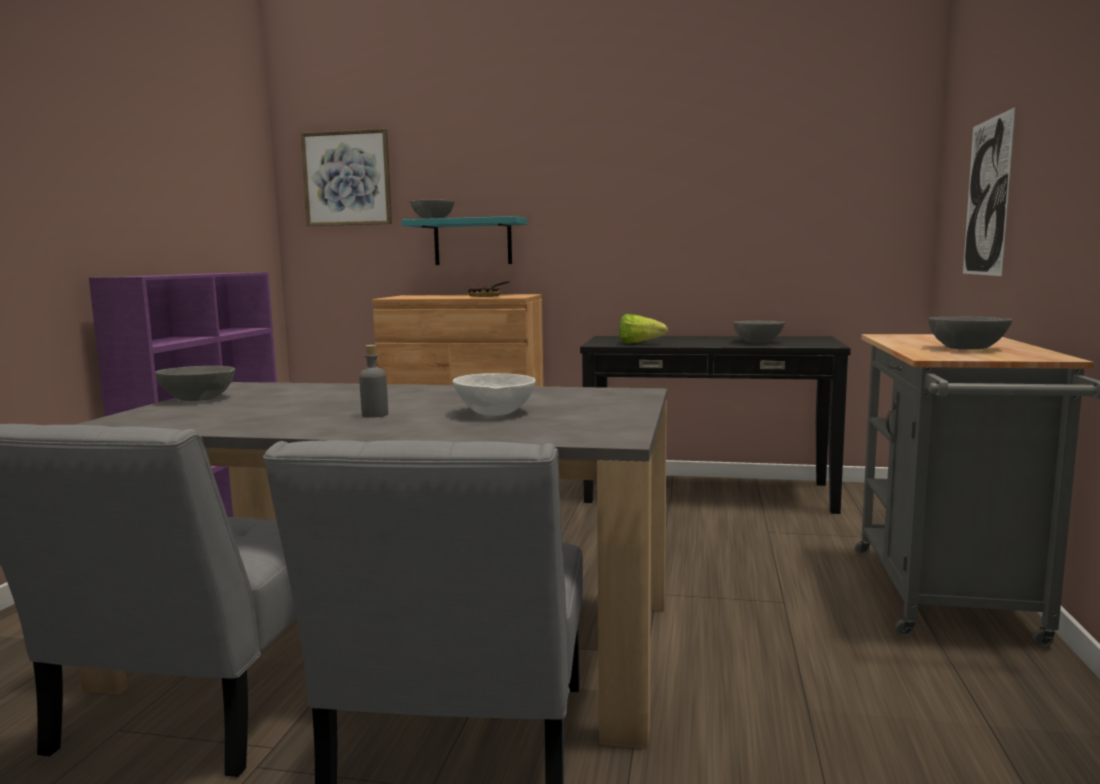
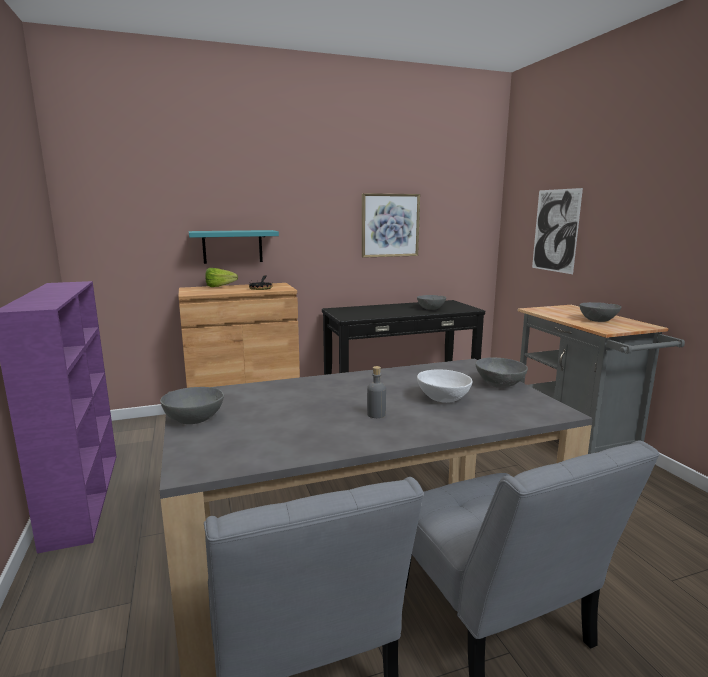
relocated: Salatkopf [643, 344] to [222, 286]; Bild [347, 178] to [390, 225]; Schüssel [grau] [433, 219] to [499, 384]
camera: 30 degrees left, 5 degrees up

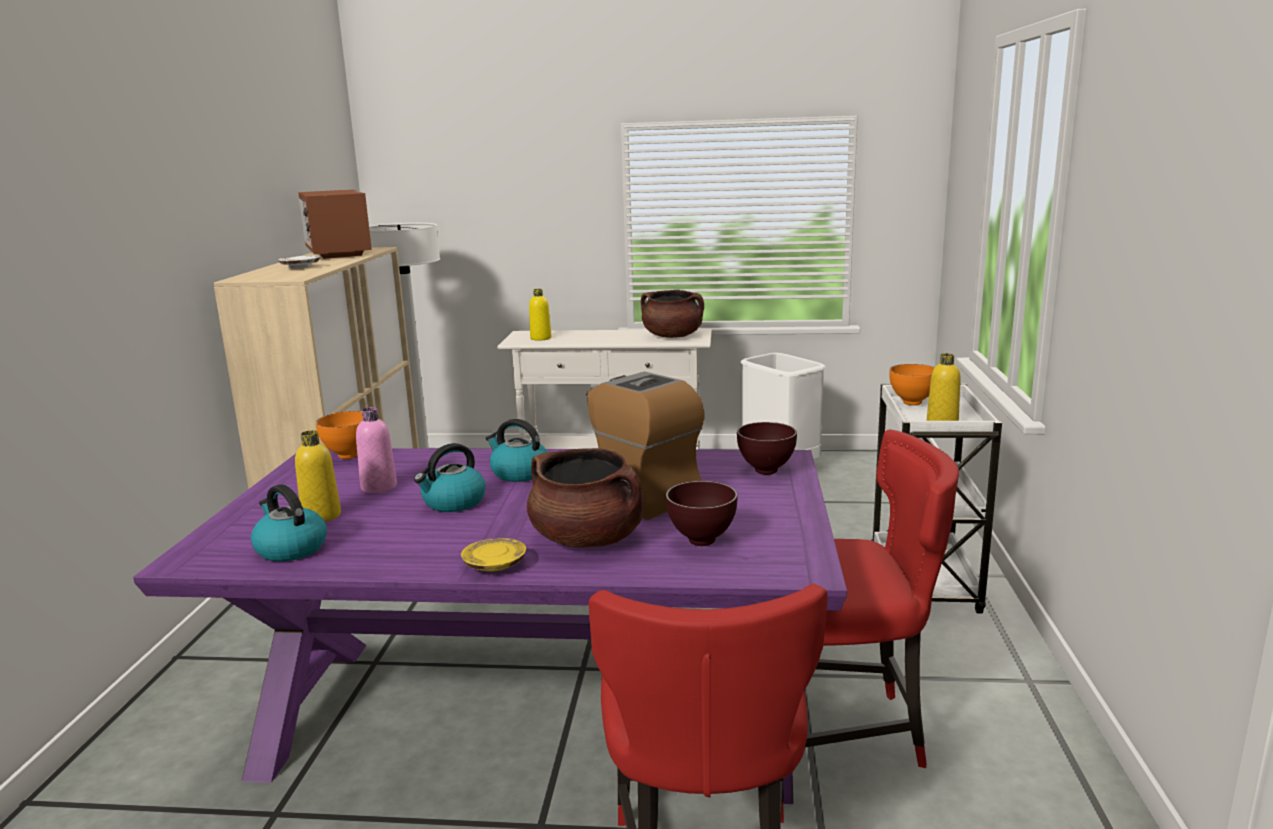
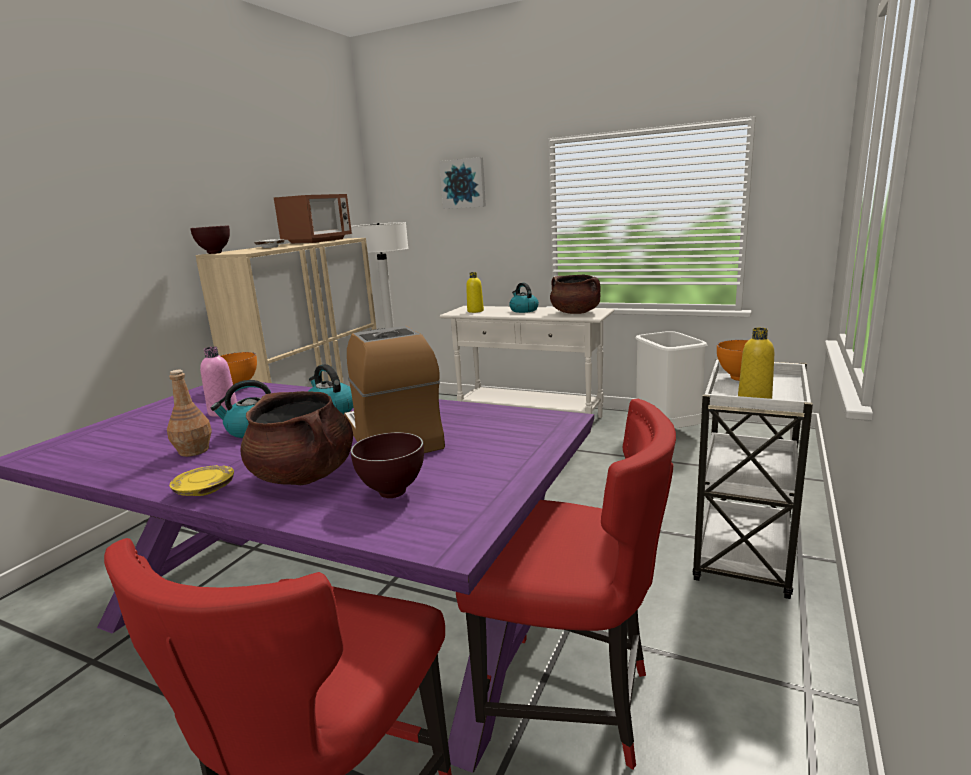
missing: Flasche [gelb] [321, 516]
appeared: Flasche [braun] [194, 451]; Bild [463, 183]
relocated: Schüssel [braun] [767, 472] to [215, 253]; Wasserkessel [290, 548] to [523, 310]
spun: Mikrowelle [337, 253] = [318, 241] 150 degrees counterclockwise
camera: 20 degrees right, 0 degrees up

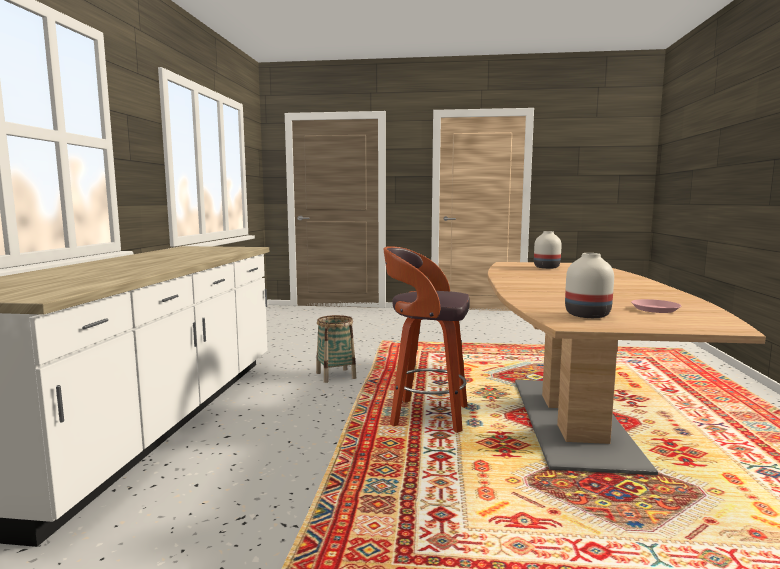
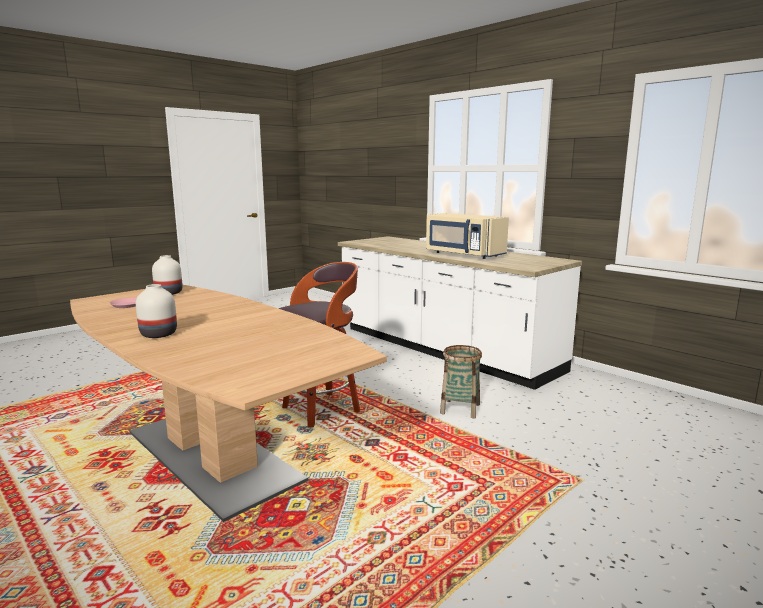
appeared: Mikrowelle [beige] [463, 254]
relocated: Vase [weiß] [546, 267] to [159, 334]
camera: 130 degrees right, 5 degrees up

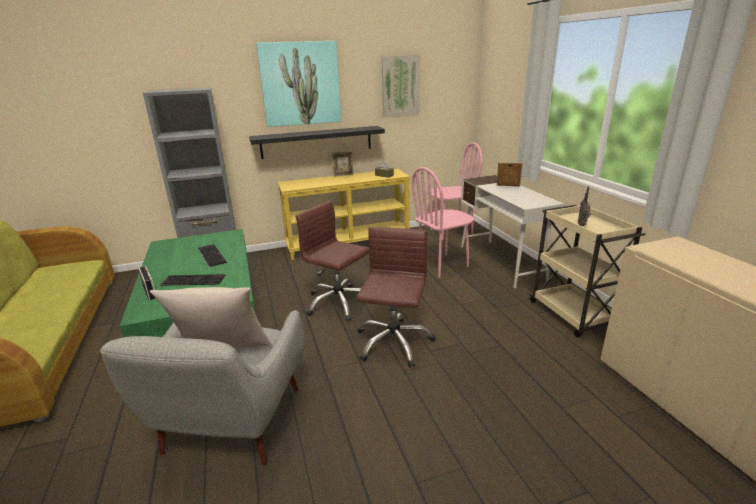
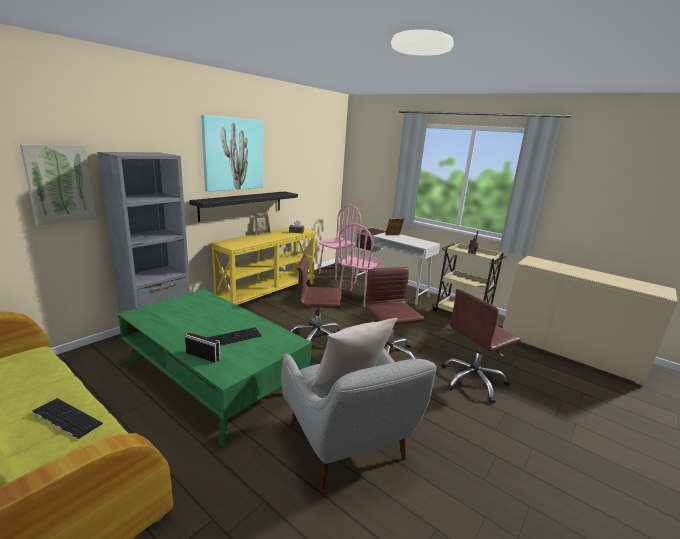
appeared: Bürostuhl [braun] [473, 381]
relocated: Bild [400, 86] to [60, 184]; Tastatur [211, 255] to [65, 418]
camera: 35 degrees left, 5 degrees down

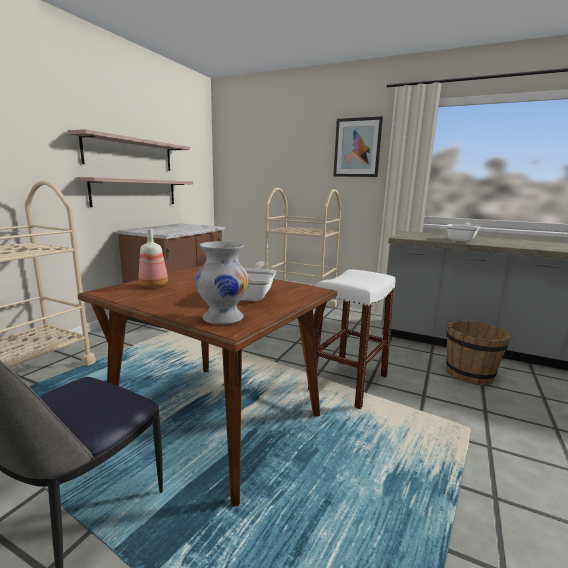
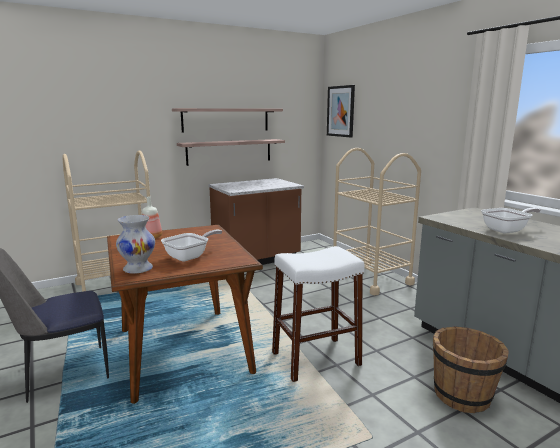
relocated: Bild [357, 148] to [340, 111]
camera: 35 degrees right, 0 degrees up

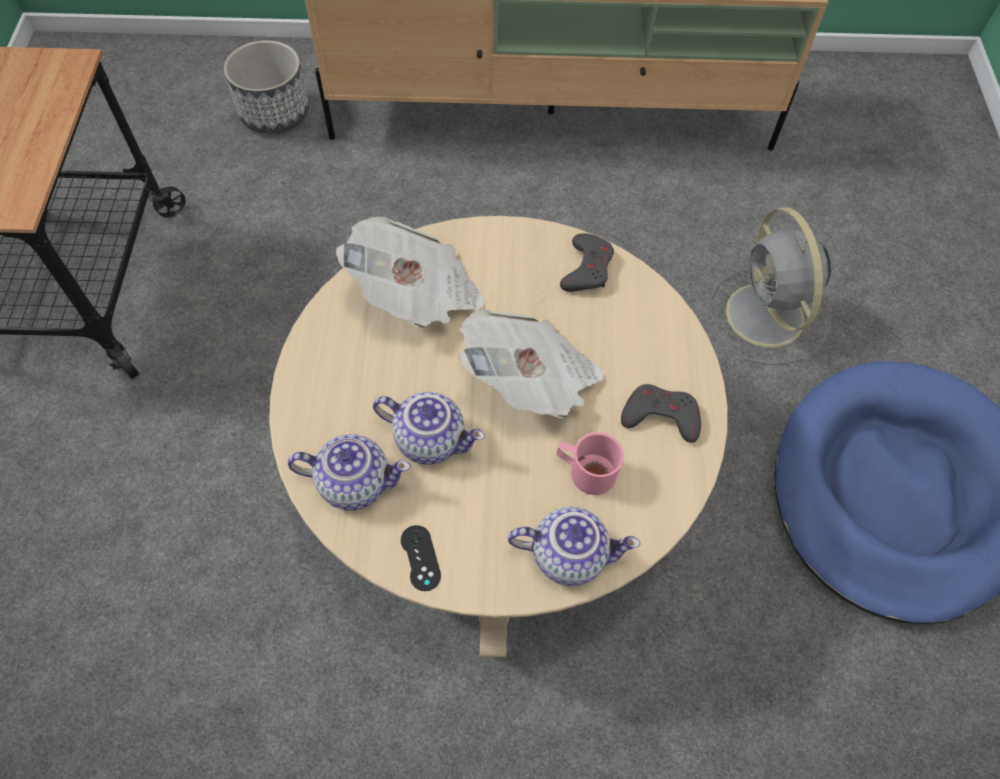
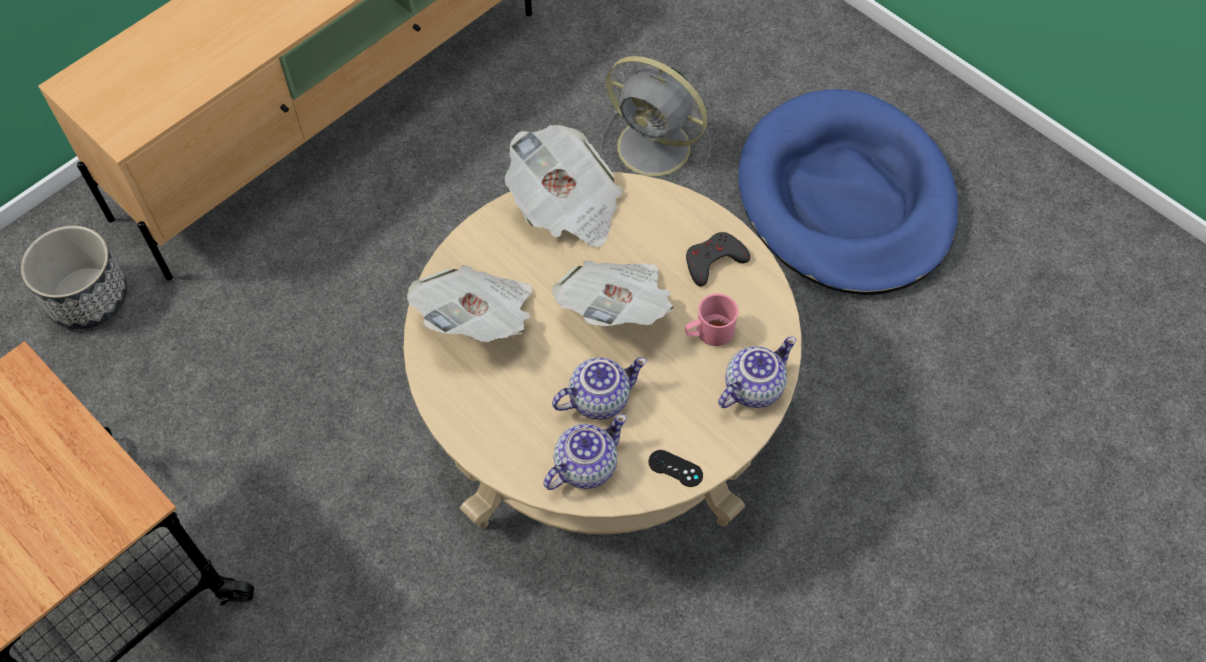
exchanged: Gamepad [grau] [587, 268] to Zeitung [566, 206]
camera: 45 degrees left, 0 degrees up

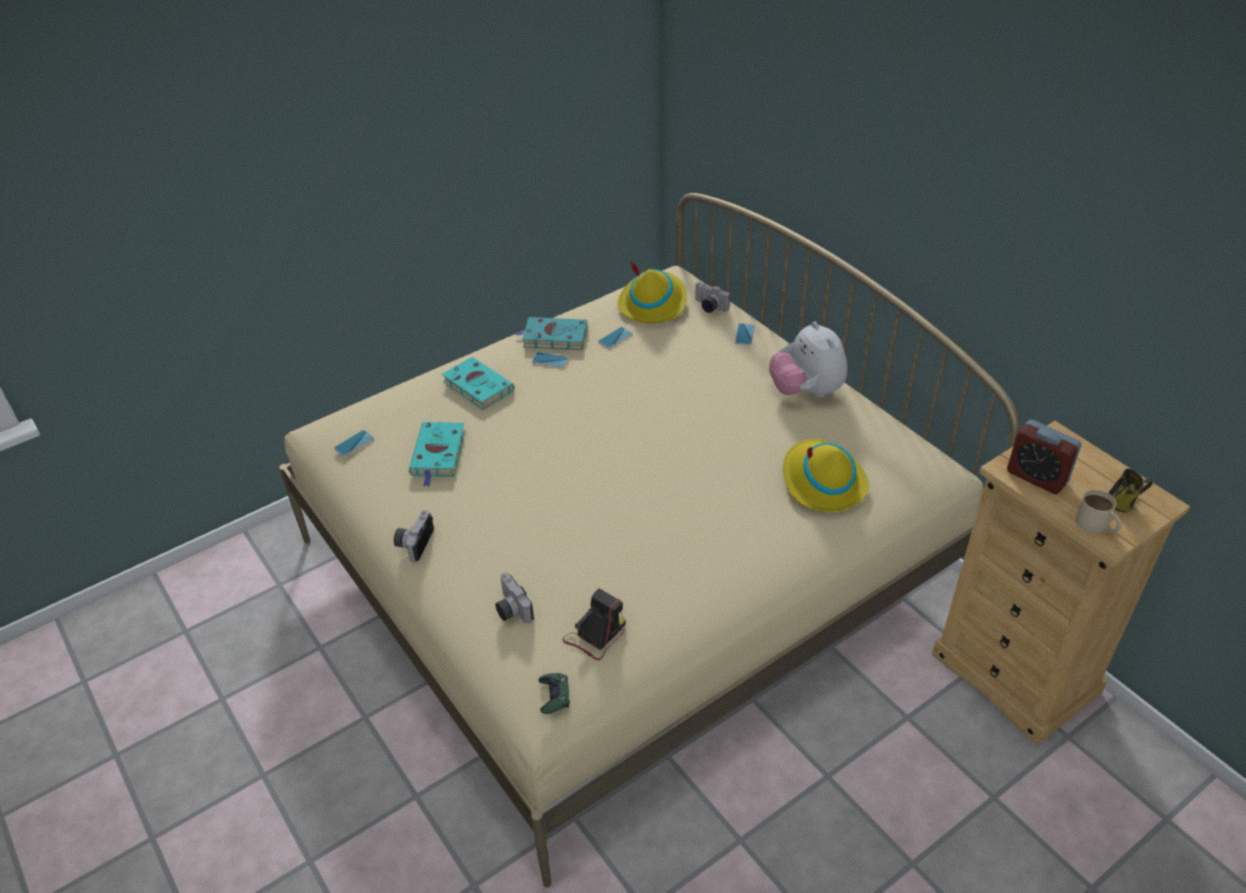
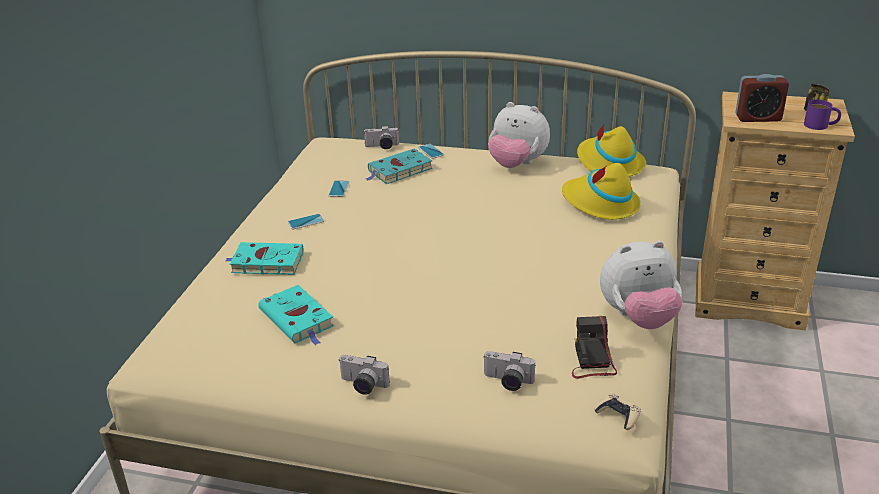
missing: Handy [354, 443]
appeared: Plüschtier [638, 317]
relocated: Buch [türkis] [553, 337] to [399, 170]; Hut [gelb] [653, 303] to [609, 163]
colour: Gamepad [grün] [554, 696] to Gamepad [beige] [618, 415]; Henkelbecher [beige] [1096, 525] to Henkelbecher [lila] [821, 125]
spun: Kamera [414, 542] = [362, 385] 45 degrees counterclockwise
camera: 40 degrees left, 10 degrees down

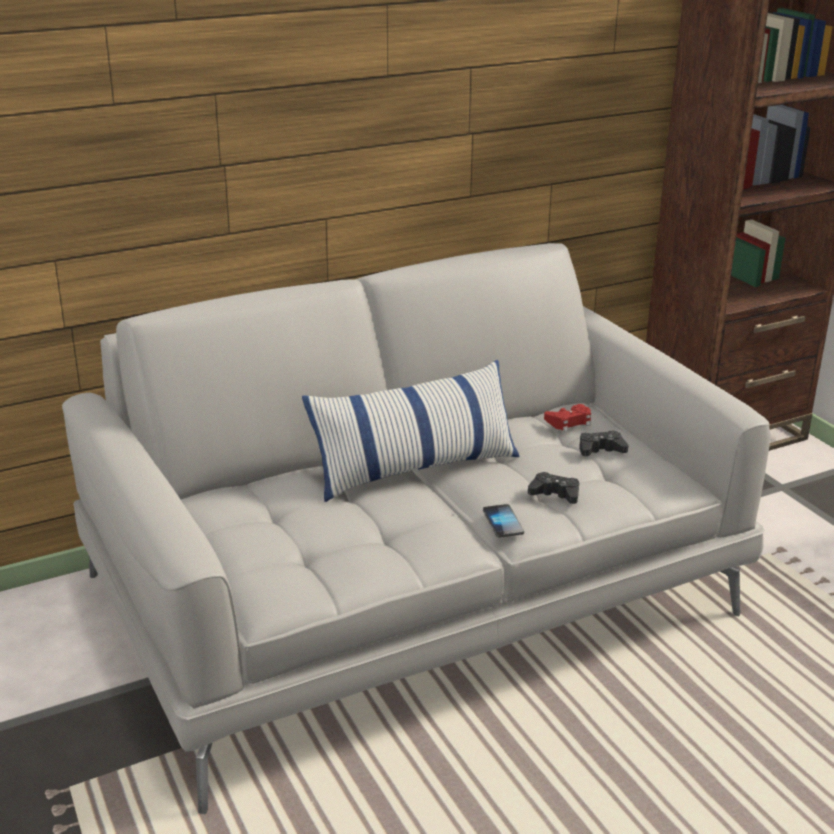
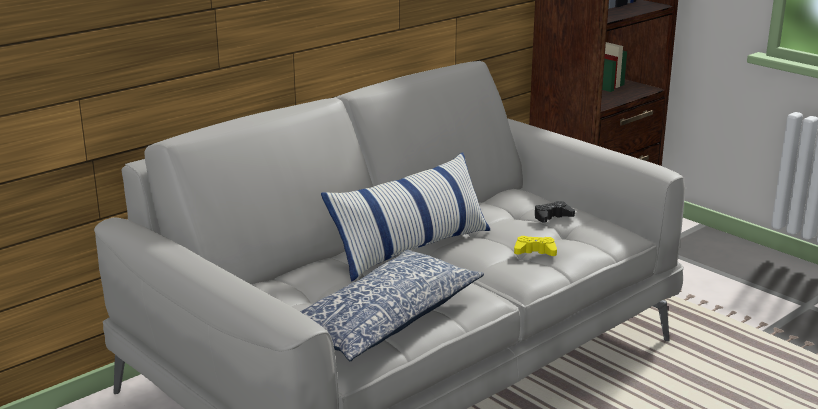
missing: Handy [503, 522]; Gamepad [rot] [569, 422]
appeared: Kissen [382, 321]
colour: Gamepad [schwarz] [555, 494] to Gamepad [gelb] [535, 252]
camera: 15 degrees left, 5 degrees down

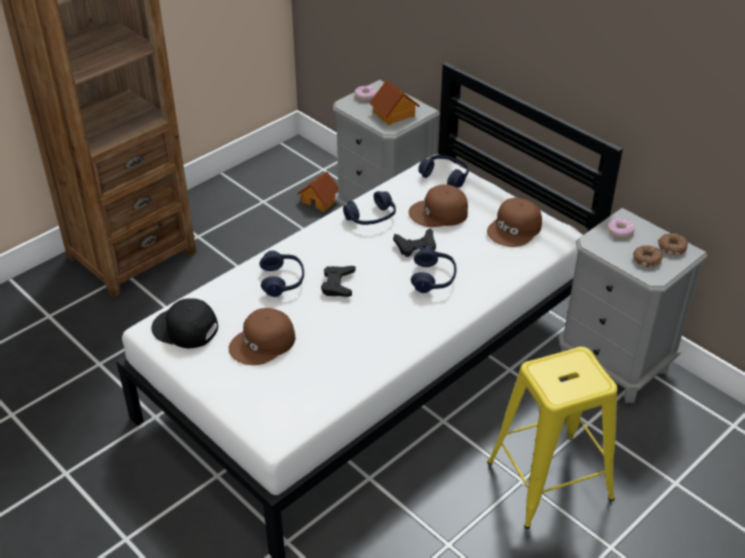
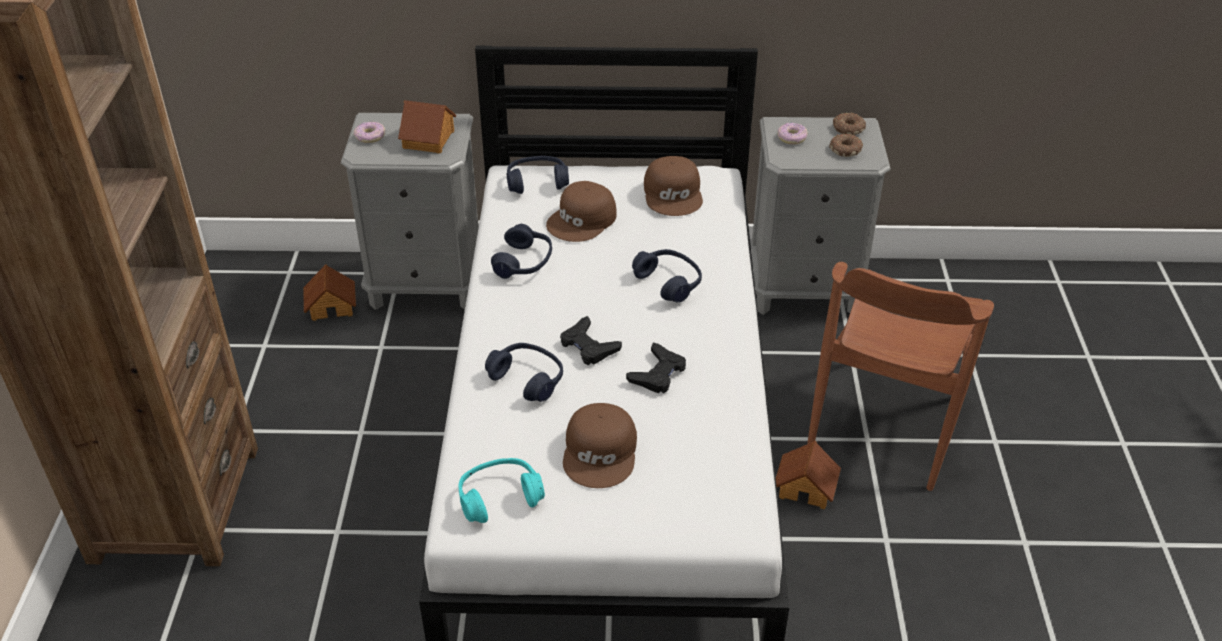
appeared: Spielzeughaus [806, 487]
relocated: Gamepad [schwarz] [416, 246] to [658, 374]
exchanged: Kappe [schwarz] [185, 329] to Kopfhörer [türkis] [499, 497]; Hocker [gelb] [549, 480] to Stuhl [braun] [886, 423]
camera: 45 degrees left, 0 degrees up

